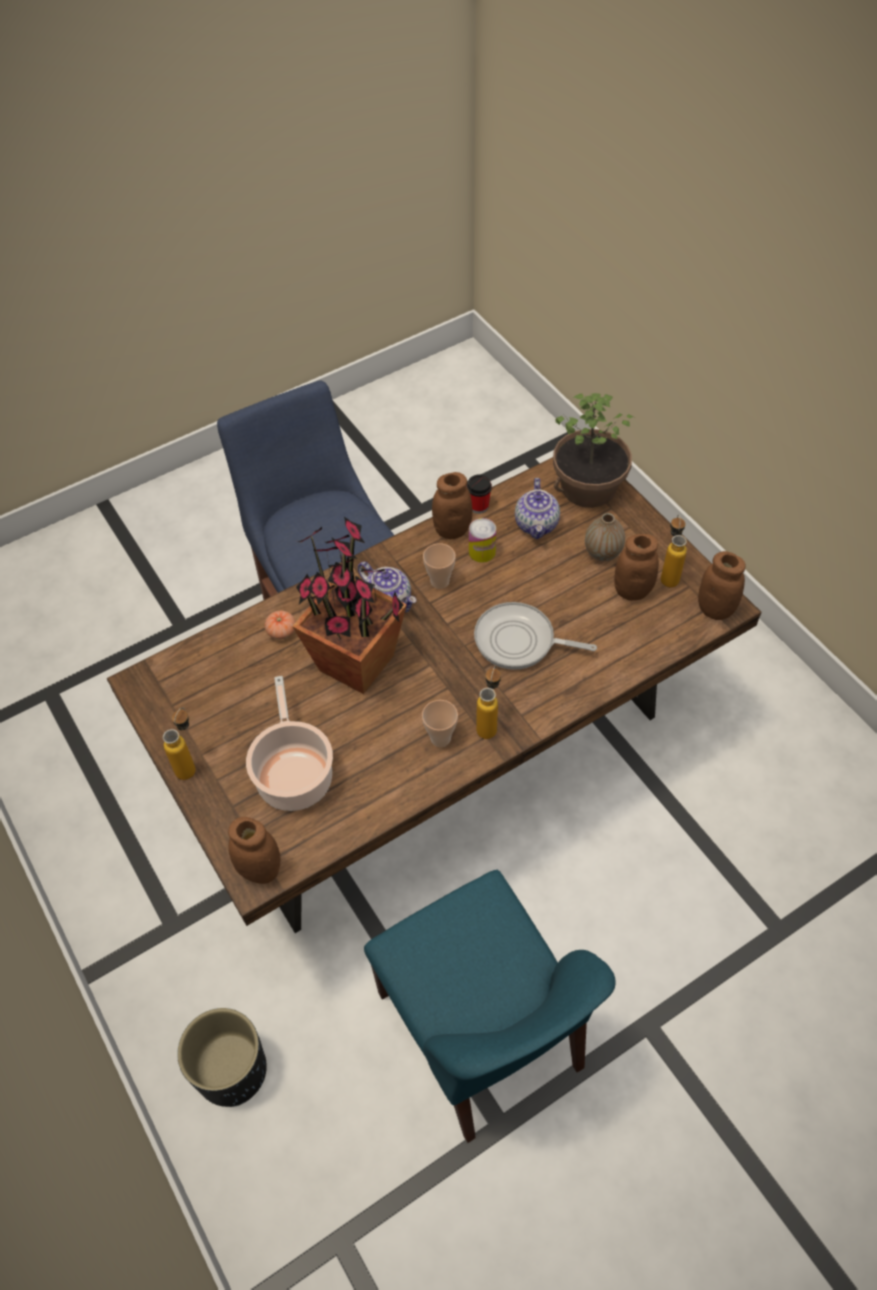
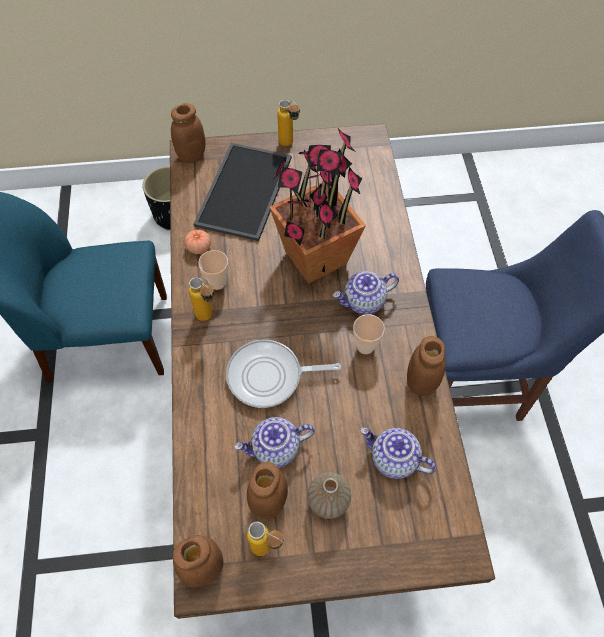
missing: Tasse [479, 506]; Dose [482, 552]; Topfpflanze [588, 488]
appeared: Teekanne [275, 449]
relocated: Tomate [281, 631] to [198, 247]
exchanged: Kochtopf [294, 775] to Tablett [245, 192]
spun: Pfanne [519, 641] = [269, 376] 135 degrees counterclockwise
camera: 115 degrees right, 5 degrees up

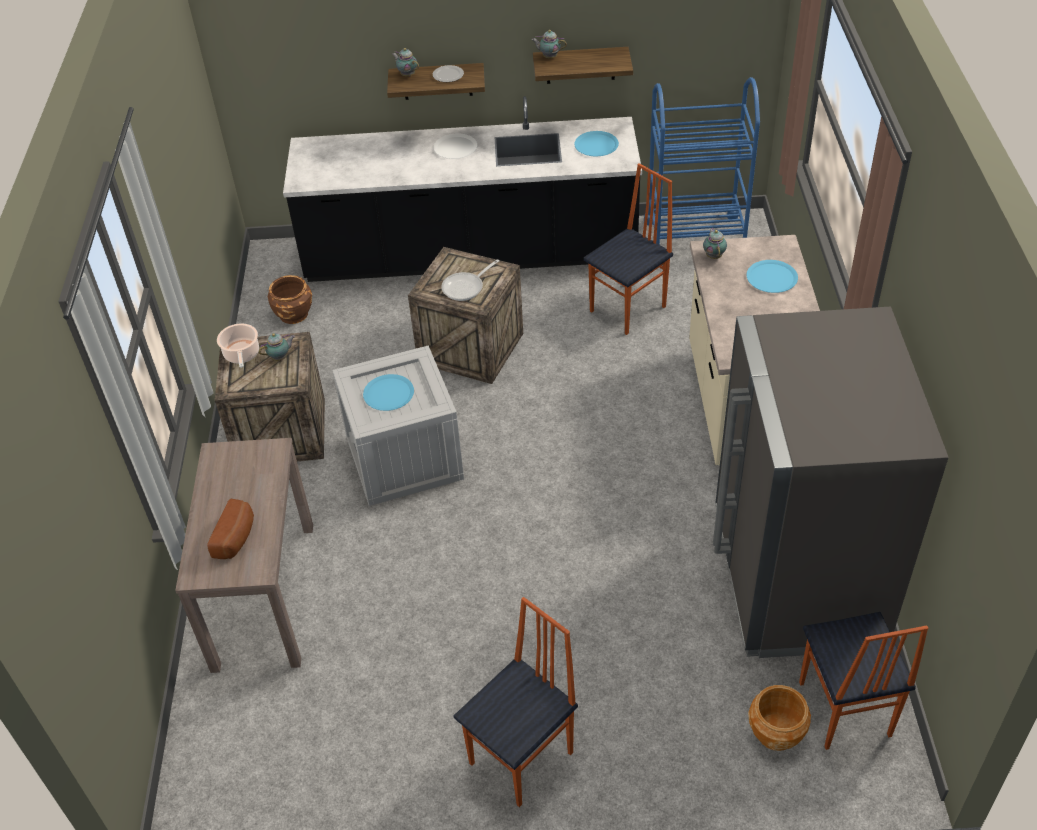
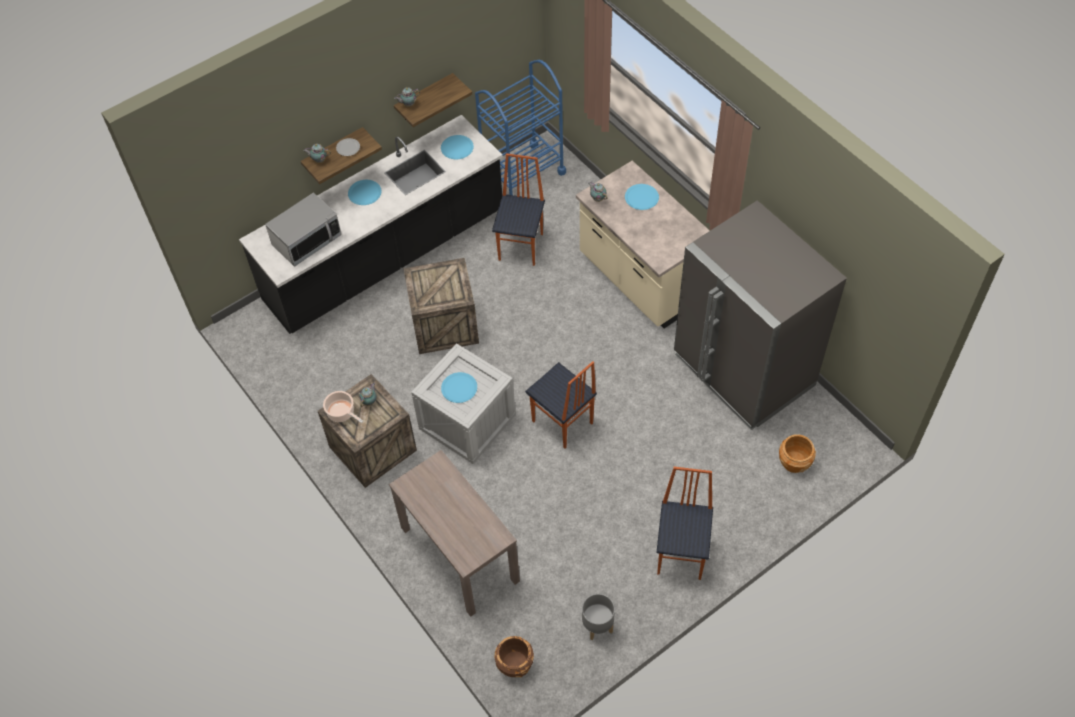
missing: Brot [237, 538]; Pfanne [466, 287]
appeared: Mikrowelle [307, 240]; Pflanzkübel [grau] [597, 626]
relocated: Pflanzkübel [braun] [294, 314] to [515, 664]; Stuhl [843, 710] to [562, 423]
colour: Teller [weiß] [455, 147] to Teller [blau] [364, 193]
camera: 35 degrees left, 10 degrees up

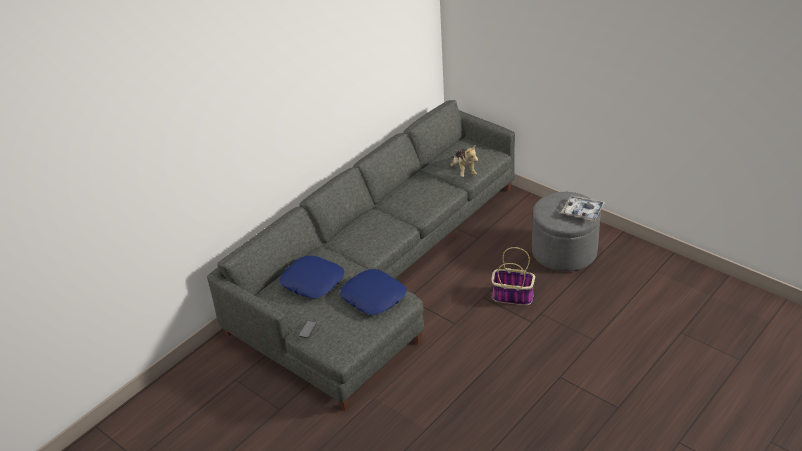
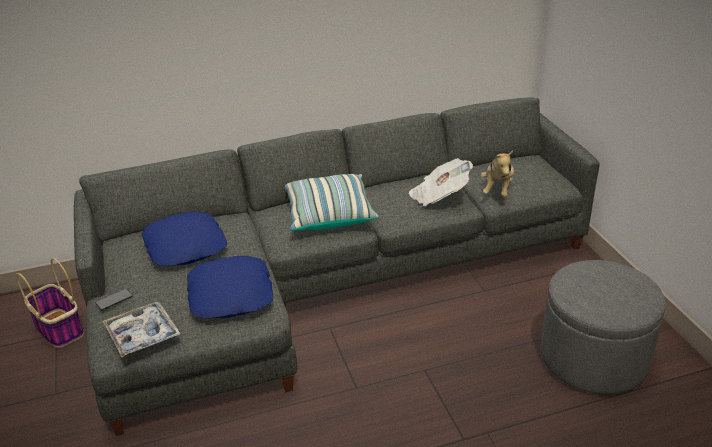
appeared: Kissen [328, 214]; Zeitung [439, 196]
relocated: Korb [512, 296] to [58, 328]; Tablett [582, 211] to [142, 334]
camera: 30 degrees right, 5 degrees down

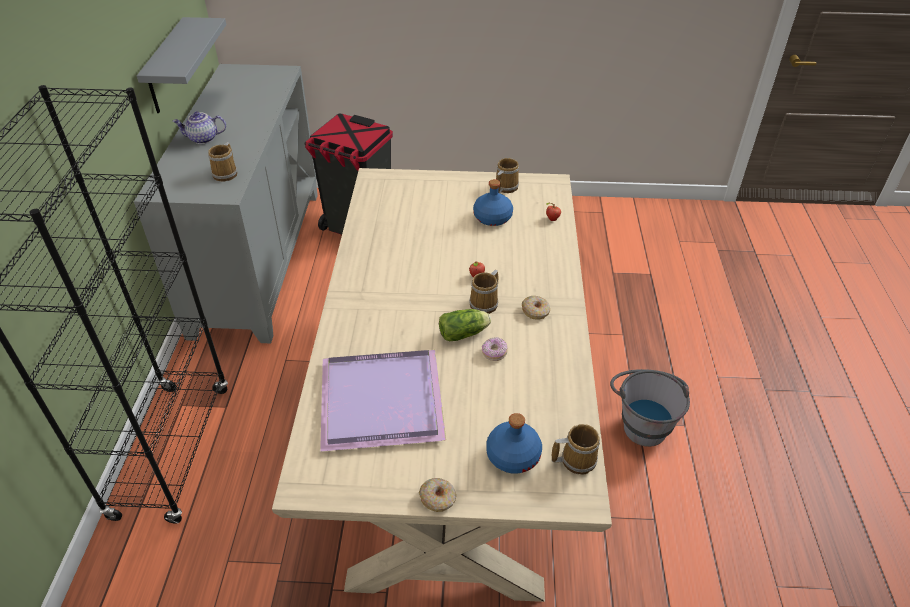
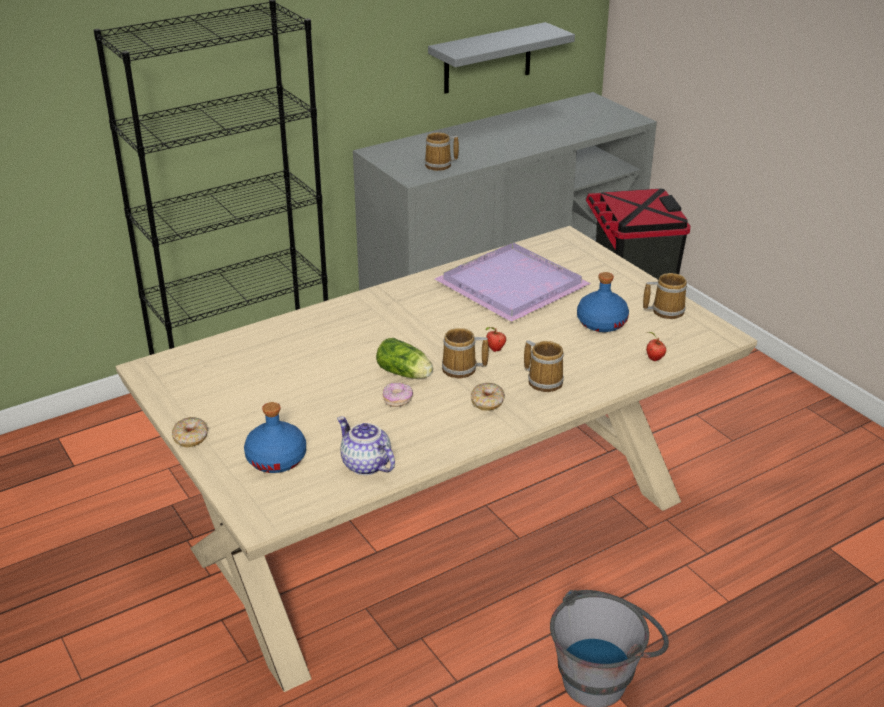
relocated: Teekanne [203, 139] to [365, 465]; Tablett [lila] [384, 402] to [512, 287]; Henkelbecher [575, 459] to [544, 380]
camera: 55 degrees right, 10 degrees down

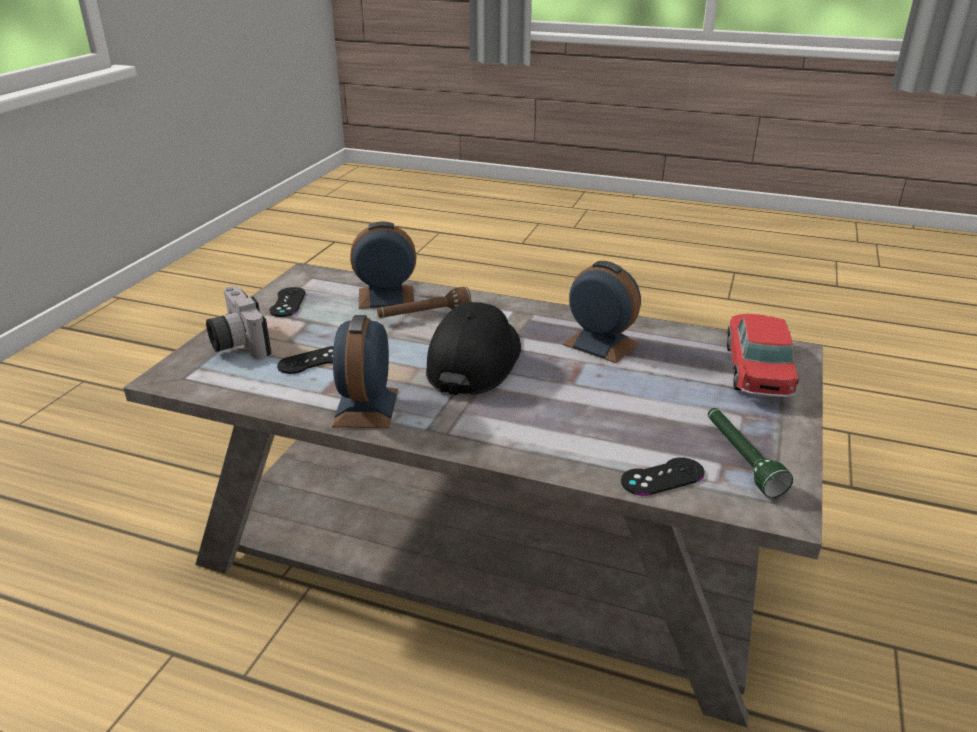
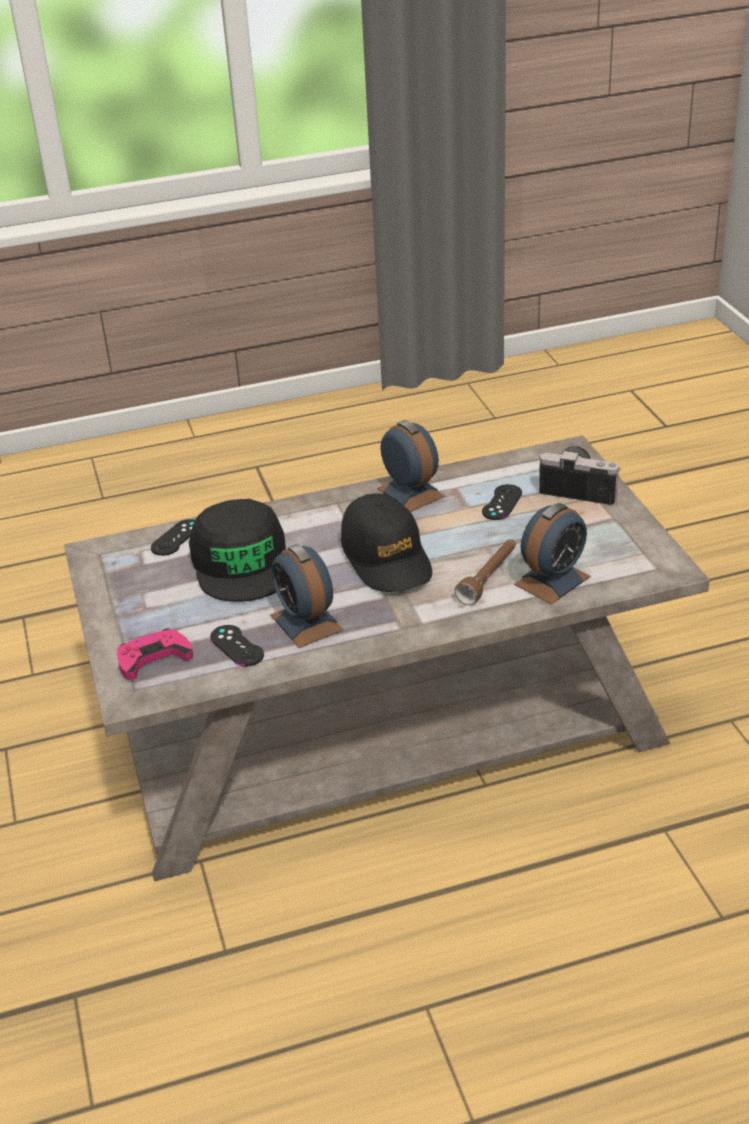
missing: Taschenlampe [grün] [740, 459]
appeared: Kappe [schwarz] [242, 563]
relocated: Gamepad [schwarz] [287, 302] to [237, 646]
exchanged: Spielzeugauto [757, 370] to Gamepad [rosa] [153, 658]
spun: Wecker [601, 344] = [306, 622] 60 degrees clockwise
camera: 145 degrees right, 5 degrees up

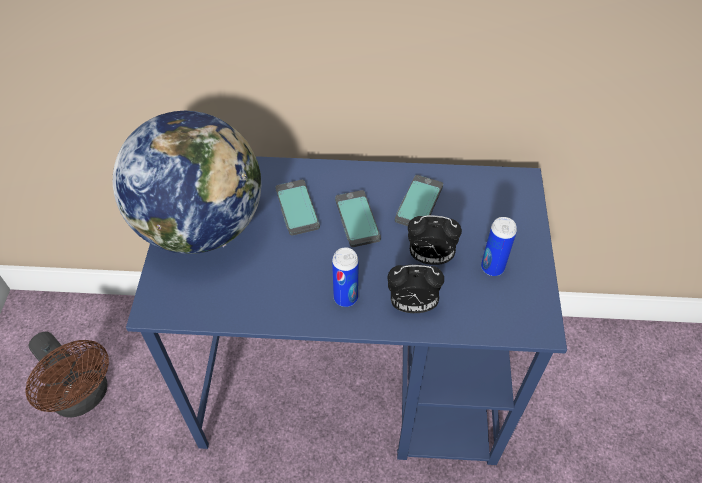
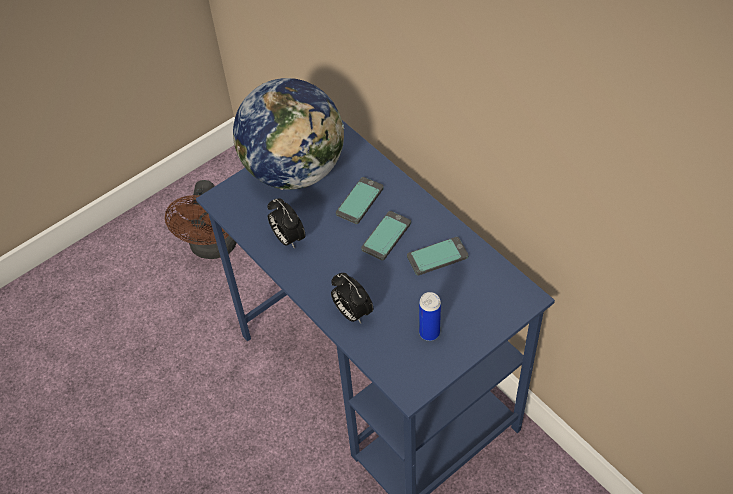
missing: Dose [345, 297]
relocated: Wecker [429, 258] to [287, 238]
camera: 50 degrees right, 0 degrees up

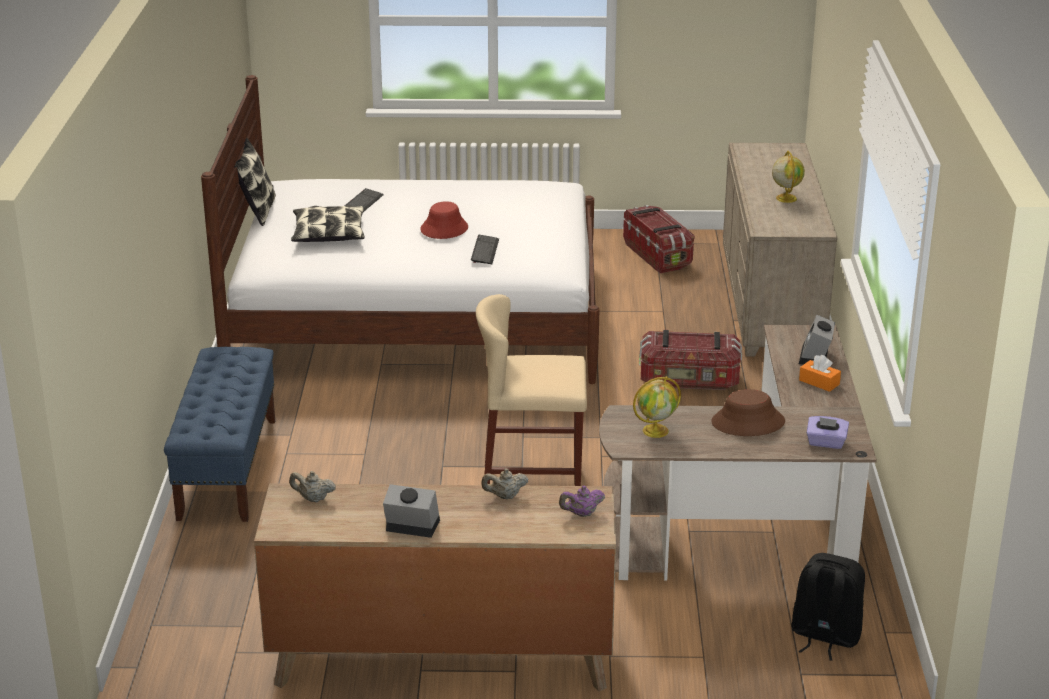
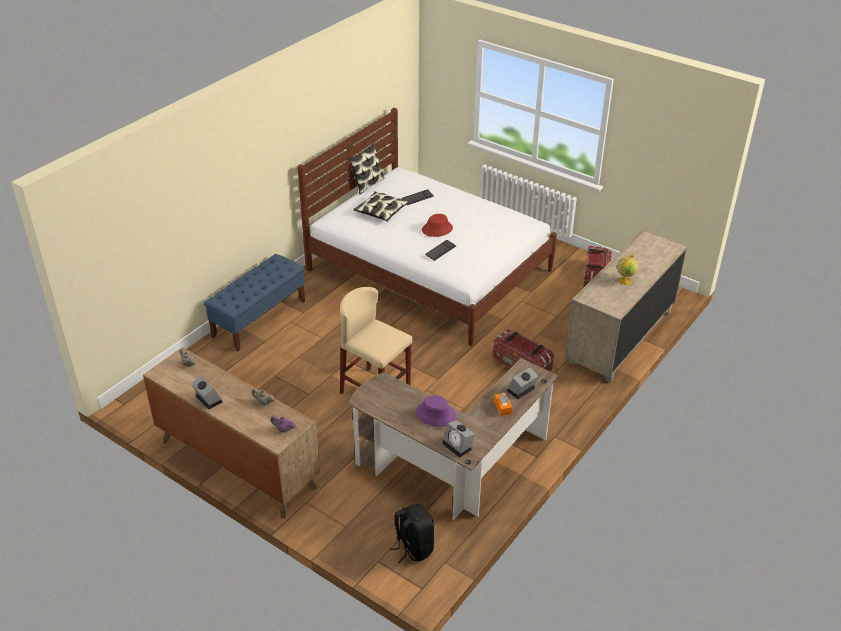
missing: Globus [656, 430]
exchanged: Taschentuchbox [lila] [826, 443] to Wecker [458, 446]
colour: Hut [braun] [748, 422] to Hut [lila] [435, 414]
camera: 35 degrees right, 10 degrees up

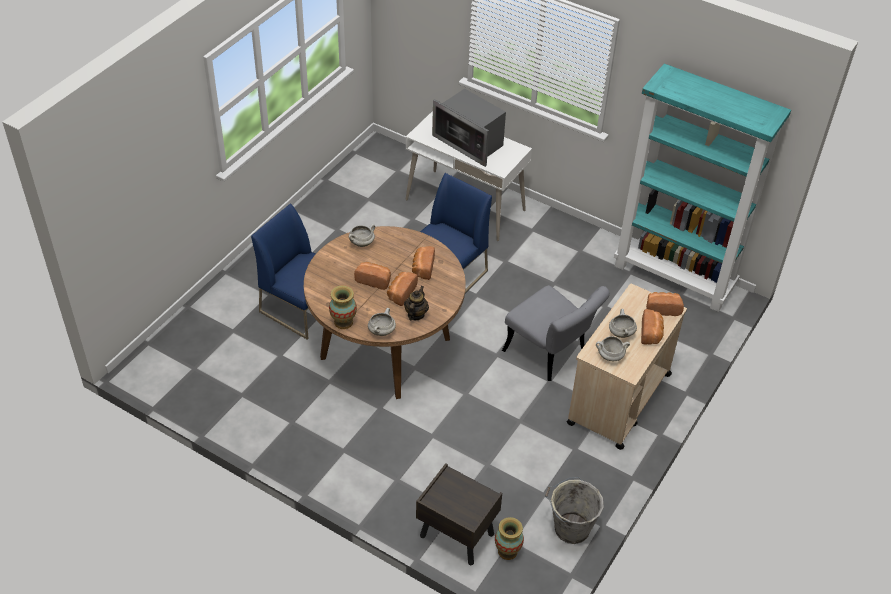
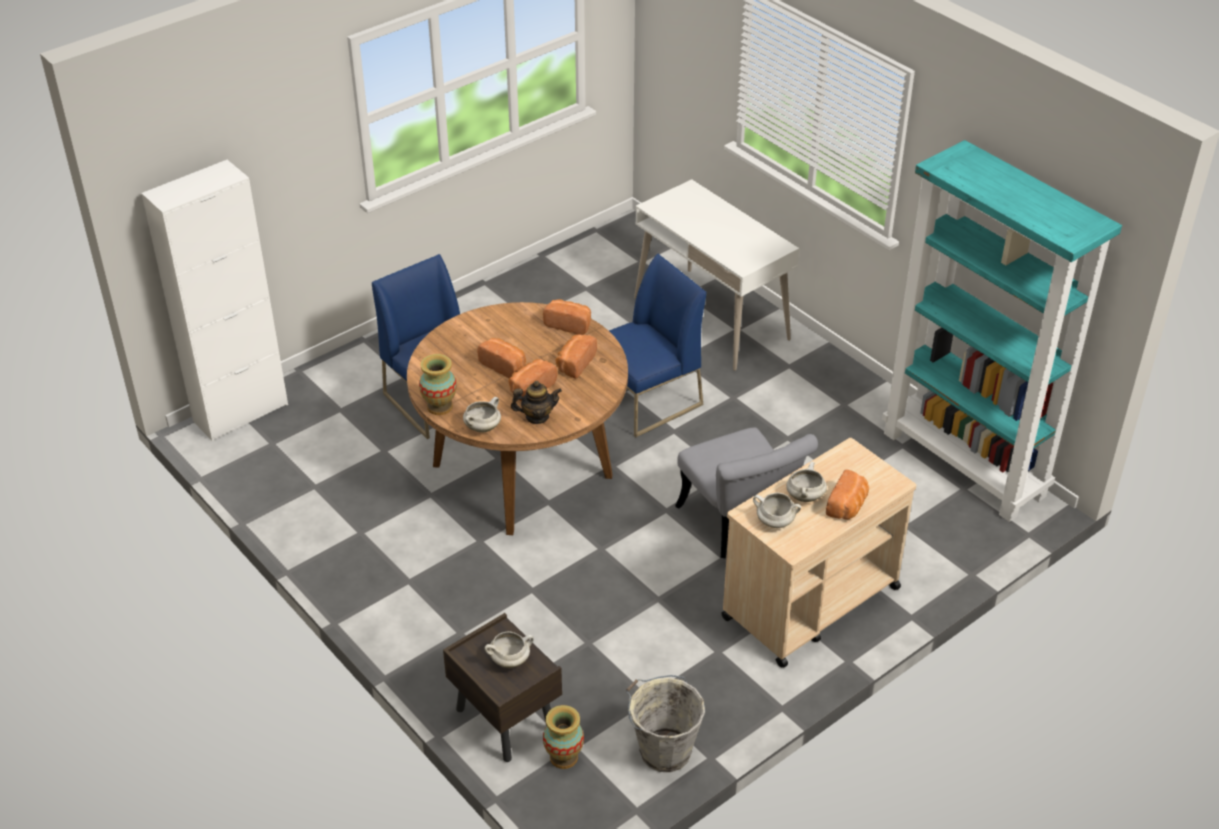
missing: Mikrowelle [470, 142]
appeared: Schrank [weiß] [240, 412]
relocated: Kochtopf [weiß] [362, 243] to [510, 660]; Brot [662, 308] to [569, 324]
spun: Teekanne [415, 314] = [537, 417] 45 degrees clockwise
camera: 20 degrees right, 5 degrees down

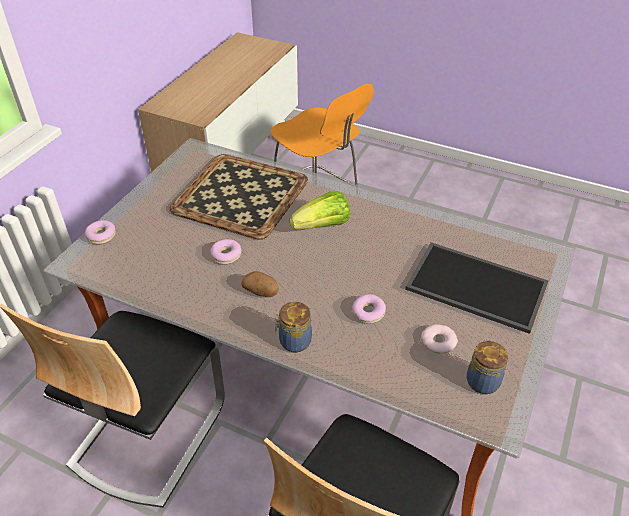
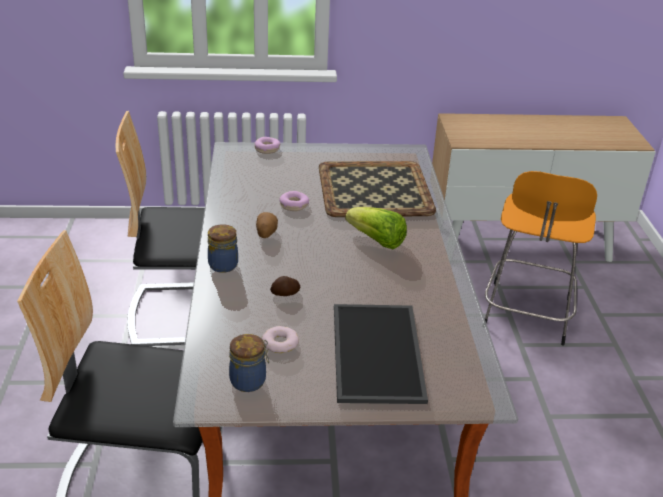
exchanged: Donut [368, 312] to Kartoffel [285, 294]
camera: 60 degrees right, 10 degrees down

